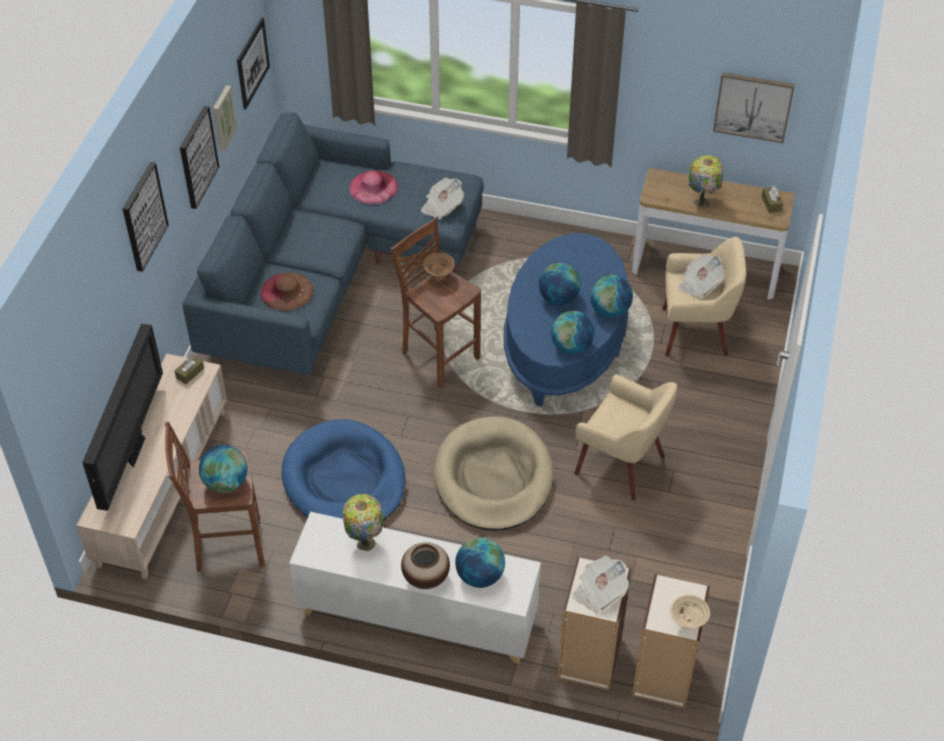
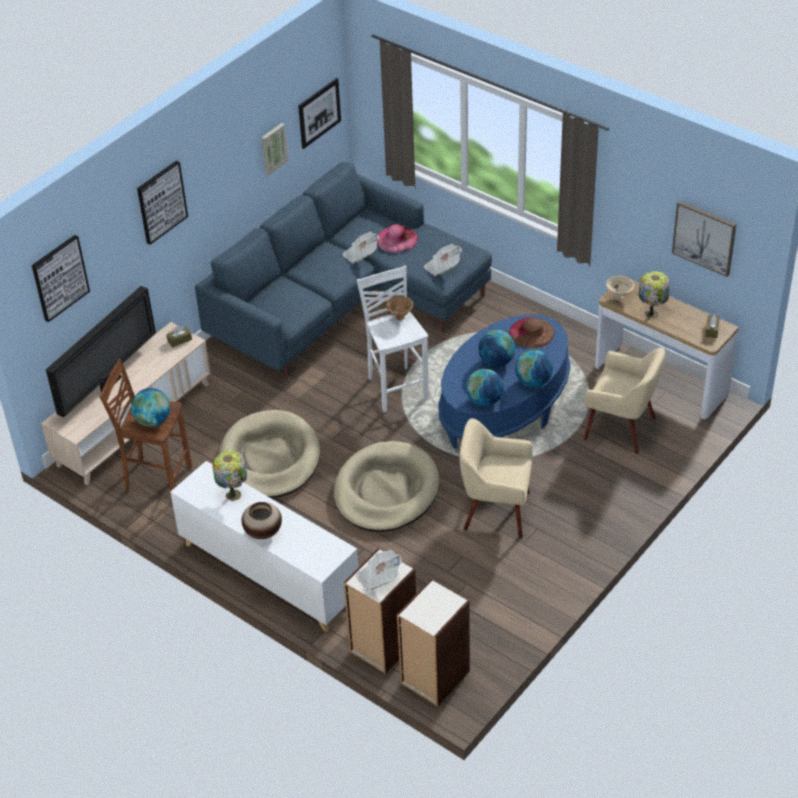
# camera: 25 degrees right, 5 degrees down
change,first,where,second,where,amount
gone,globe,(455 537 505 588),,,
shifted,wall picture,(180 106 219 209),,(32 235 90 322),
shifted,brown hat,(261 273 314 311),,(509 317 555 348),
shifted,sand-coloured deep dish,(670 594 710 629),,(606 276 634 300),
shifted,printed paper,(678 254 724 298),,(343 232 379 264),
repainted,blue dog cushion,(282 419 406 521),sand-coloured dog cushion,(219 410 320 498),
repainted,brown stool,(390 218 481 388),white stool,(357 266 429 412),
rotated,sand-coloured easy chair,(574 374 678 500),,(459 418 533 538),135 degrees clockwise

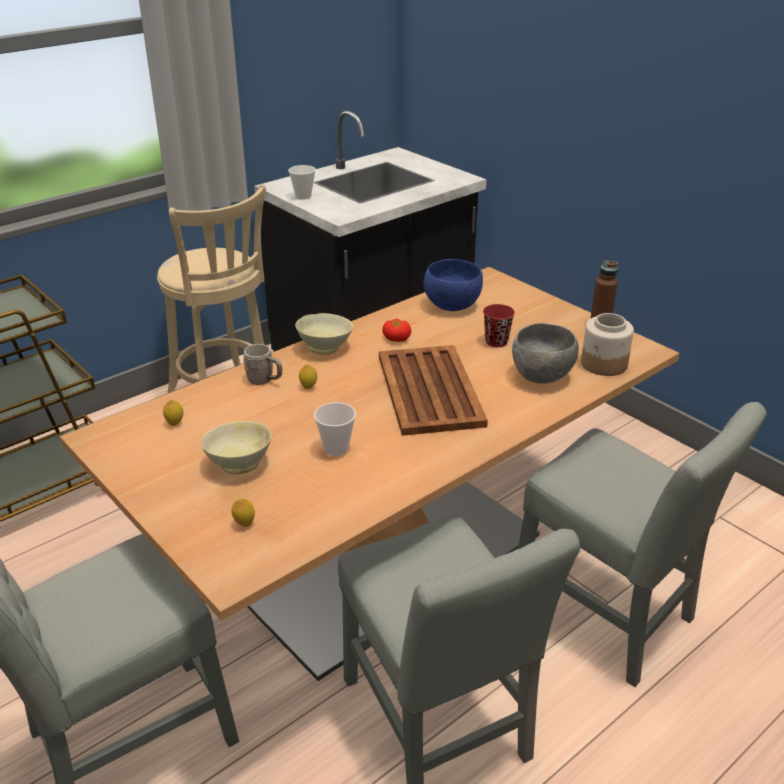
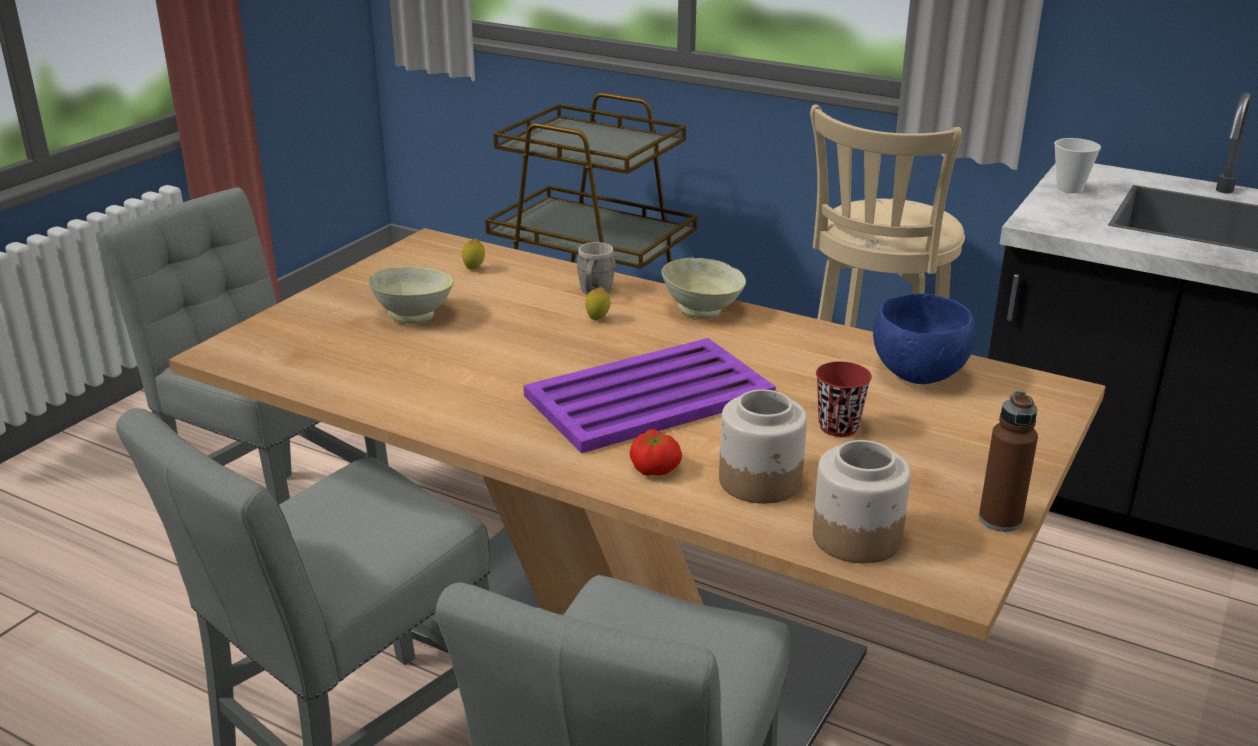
# camera: 70 degrees right, 5 degrees down
change,first,where,second,where,amount
gone,citrus fruit,(232 499 255 527),,,
gone,small cup,(314 402 356 456),,,
shifted,fresh tomato,(382 319 411 342),,(630 429 682 476),
swapped,grey deep dish,(512 323 579 384),jar,(719 389 807 504),
repainted,brown tray,(379 345 488 436),purple tray,(524 338 776 453),

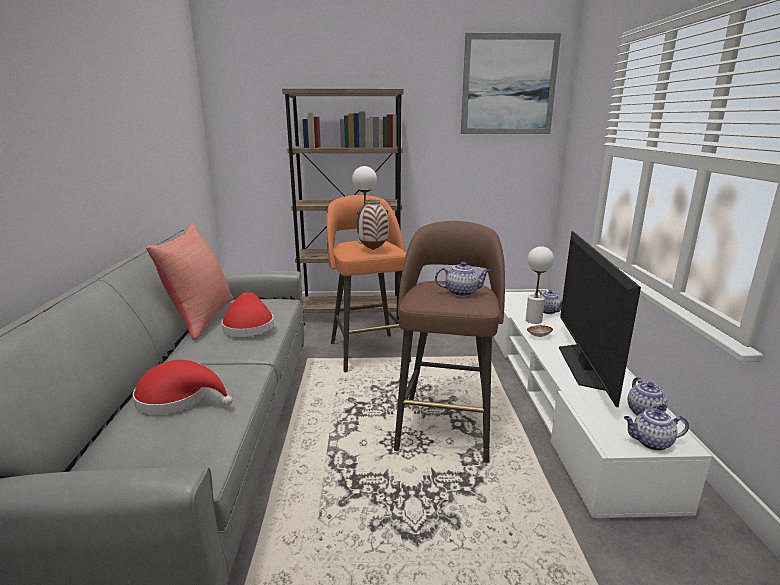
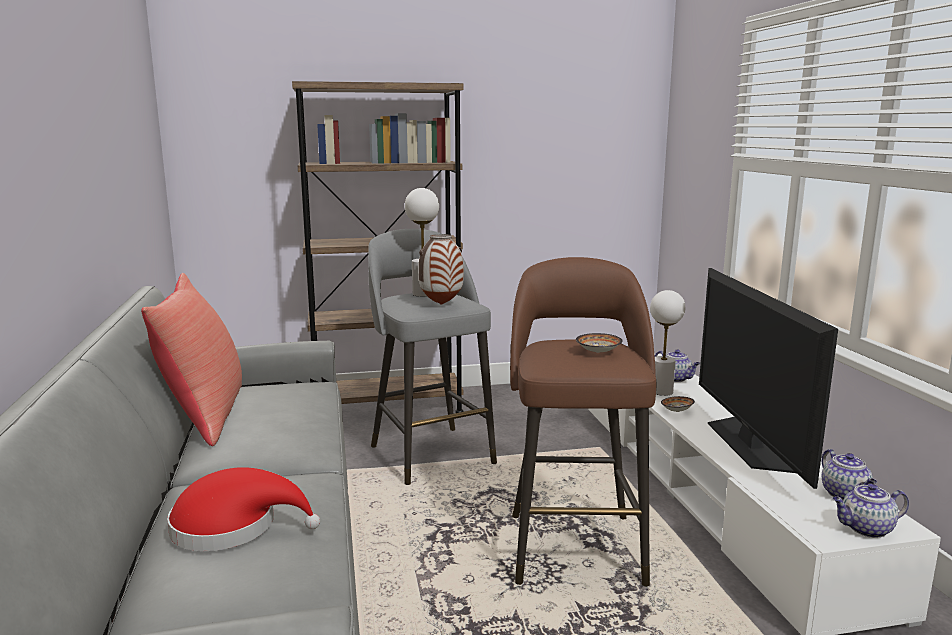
# camera: 10 degrees left, 5 degrees down
change,first,where,second,where,amount
gone,red hat,(221 292 274 337),,,
gone,wall picture,(461 33 561 134),,,
swapped,tea pot,(435 262 490 297),deep dish,(576 333 622 353),
repainted,orangey stool,(327 195 411 372),grey stool,(368 229 497 485),

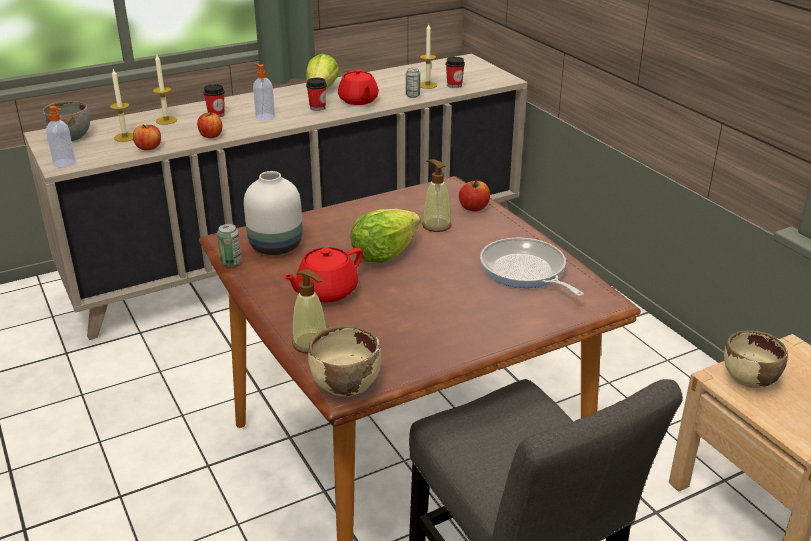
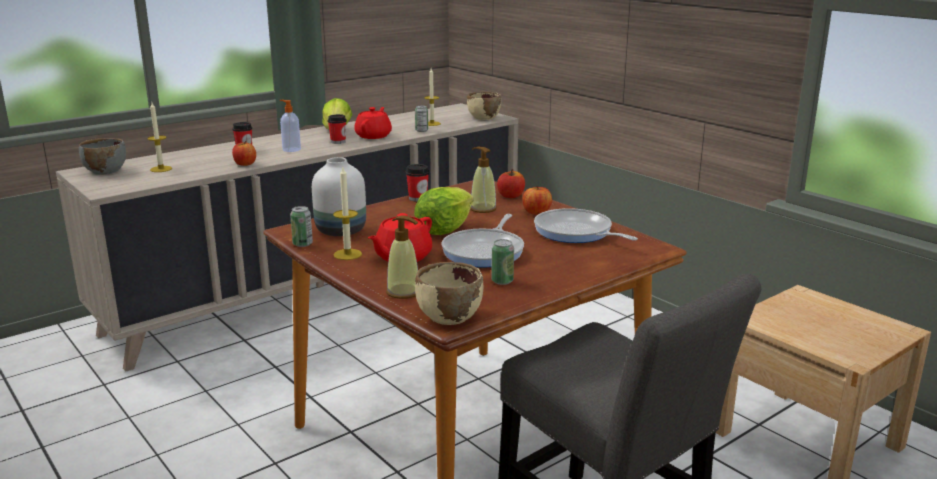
# camera: 10 degrees left, 10 degrees down
change,first,where,second,where,amount
gone,soap bottle,(46 106 76 167),,,
new,,,frying pan,(441 214 524 268),
new,,,sealed can,(491 239 514 285),
shifted,apple,(133 125 161 150),,(523 186 552 215),
shifted,wax candle,(153 55 177 125),,(333 167 362 260),
shifted,small cup,(446 57 465 88),,(406 164 429 202),
shifted,sand-coloured deep dish,(724 330 788 388),,(467 92 501 120),
rotated,red tea pot,(338 69 379 105),,(354 107 392 139),135 degrees counterclockwise

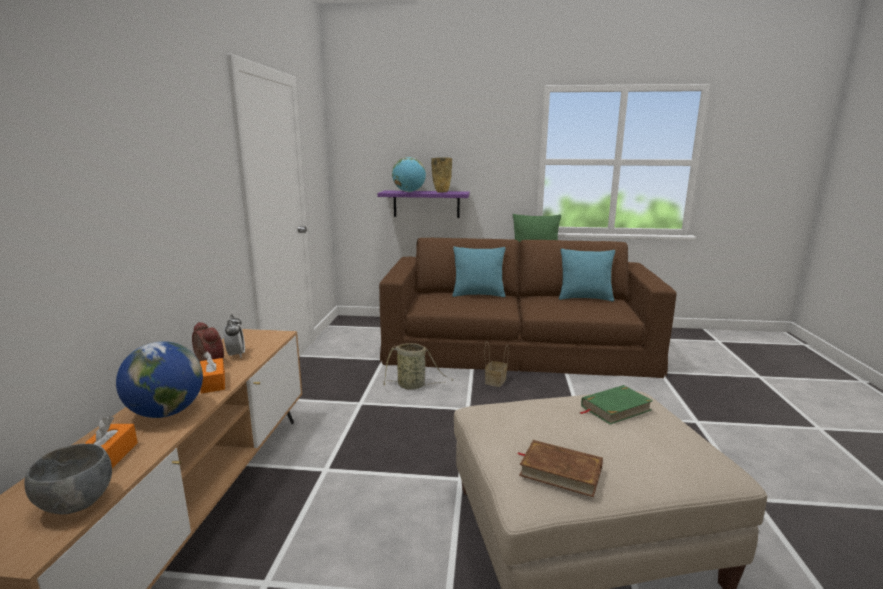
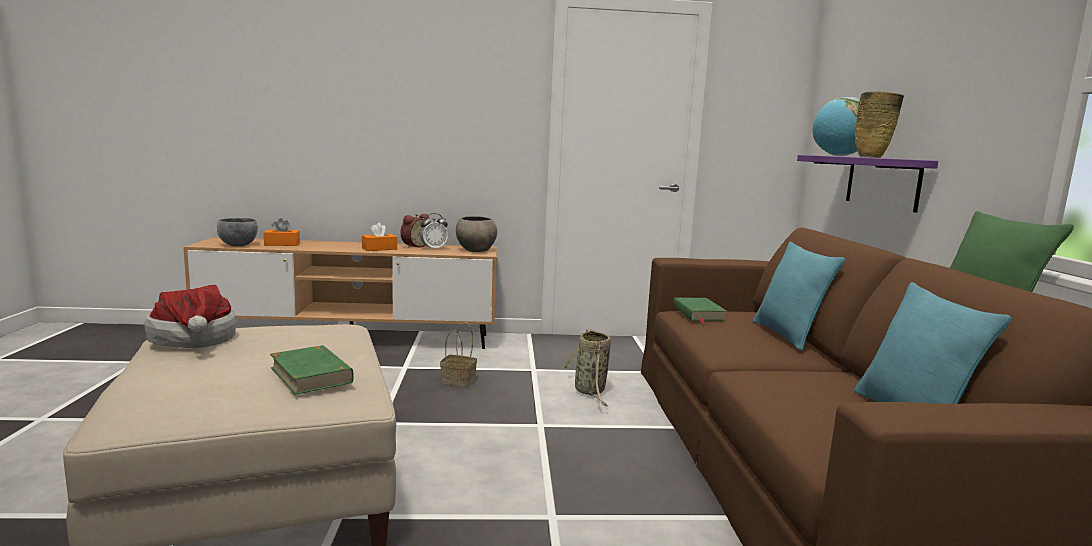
# camera: 80 degrees right, 5 degrees down
change,first,where,second,where,amount
gone,globe,(116 341 203 418),,,
new,,,grey deep dish,(456 216 497 252),
new,,,green book,(673 297 727 324),
shifted,basket,(484 341 509 387),,(440 322 477 387),
swapped,brown book,(517 440 603 497),hat,(144 285 236 348),

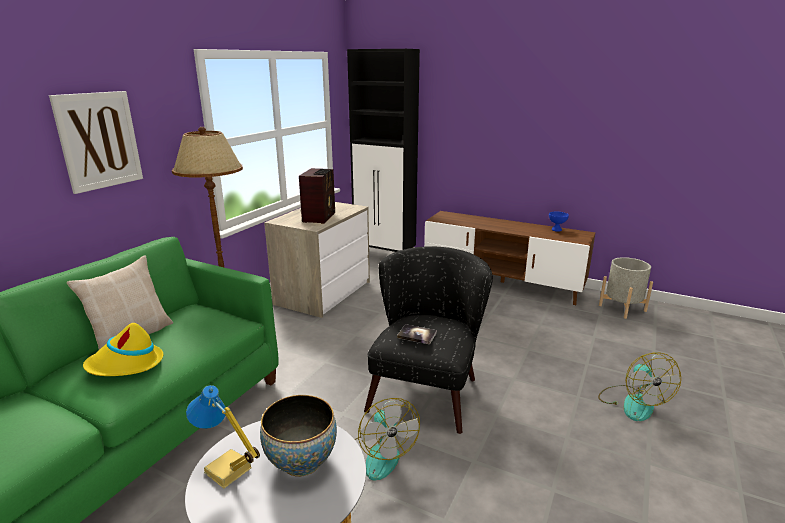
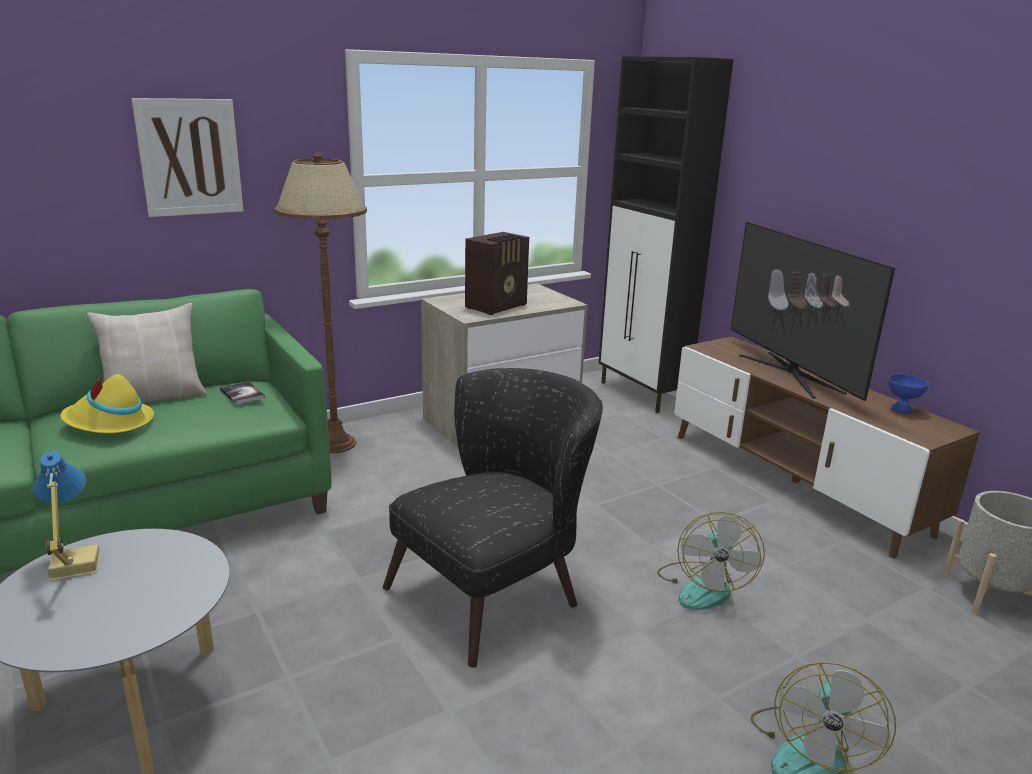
# camera: 30 degrees right, 0 degrees up
change,first,where,second,where,amount
gone,deep dish,(260 395 337 477),,,
new,,,television,(731 222 895 401),
shifted,cooling fan,(355 398 420 481),,(657 512 765 610),
shifted,book,(397 324 437 344),,(220 381 265 405),

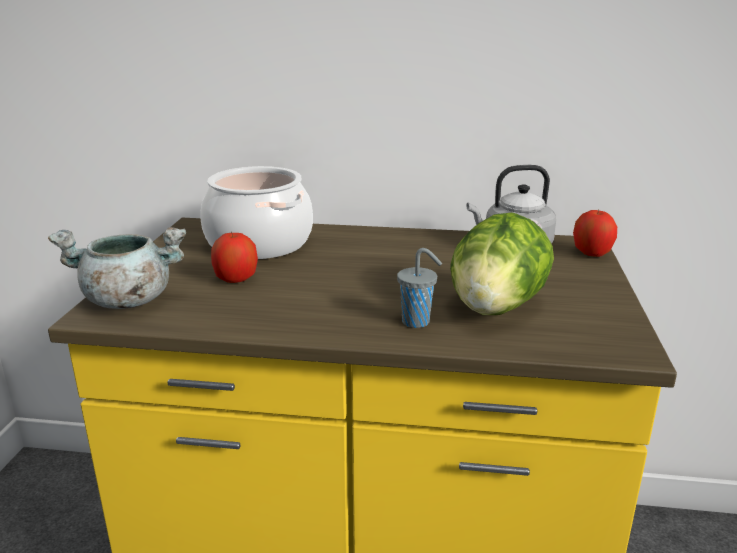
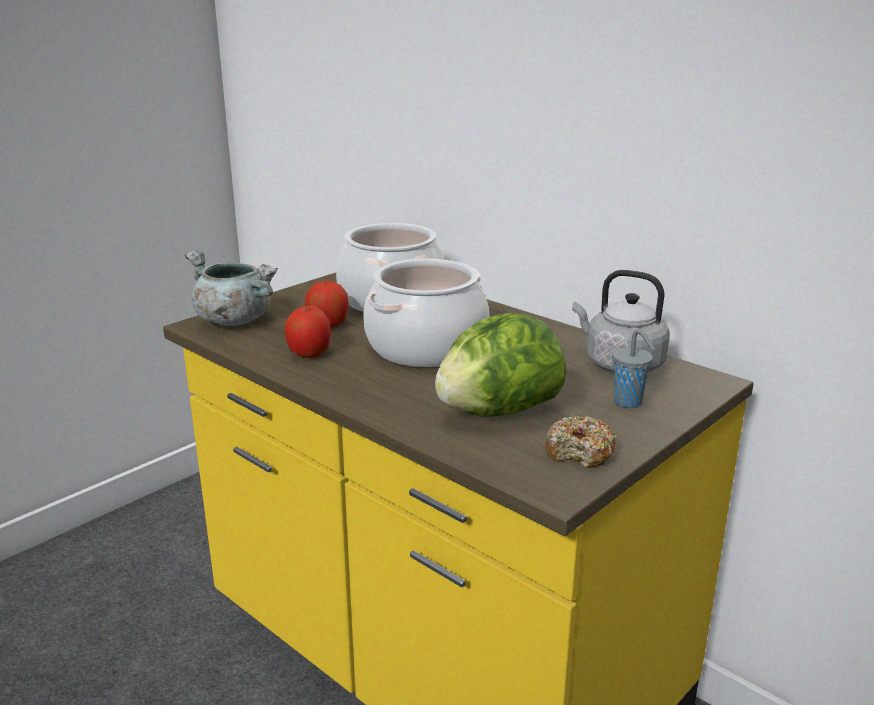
# camera: 35 degrees right, 0 degrees up
change,first,where,second,where,amount
new,,,cooking pot,(364 259 489 367),
new,,,doughnut,(545 415 617 468),
shifted,grey small cup,(397 248 442 328),,(612 329 655 408),
shifted,apple,(573 209 617 257),,(285 306 331 358),

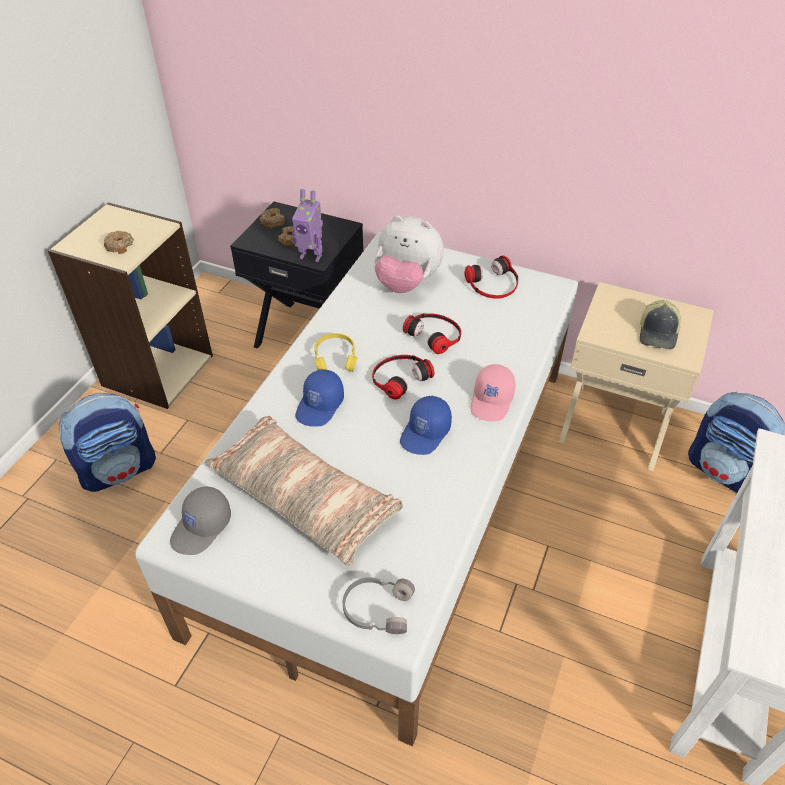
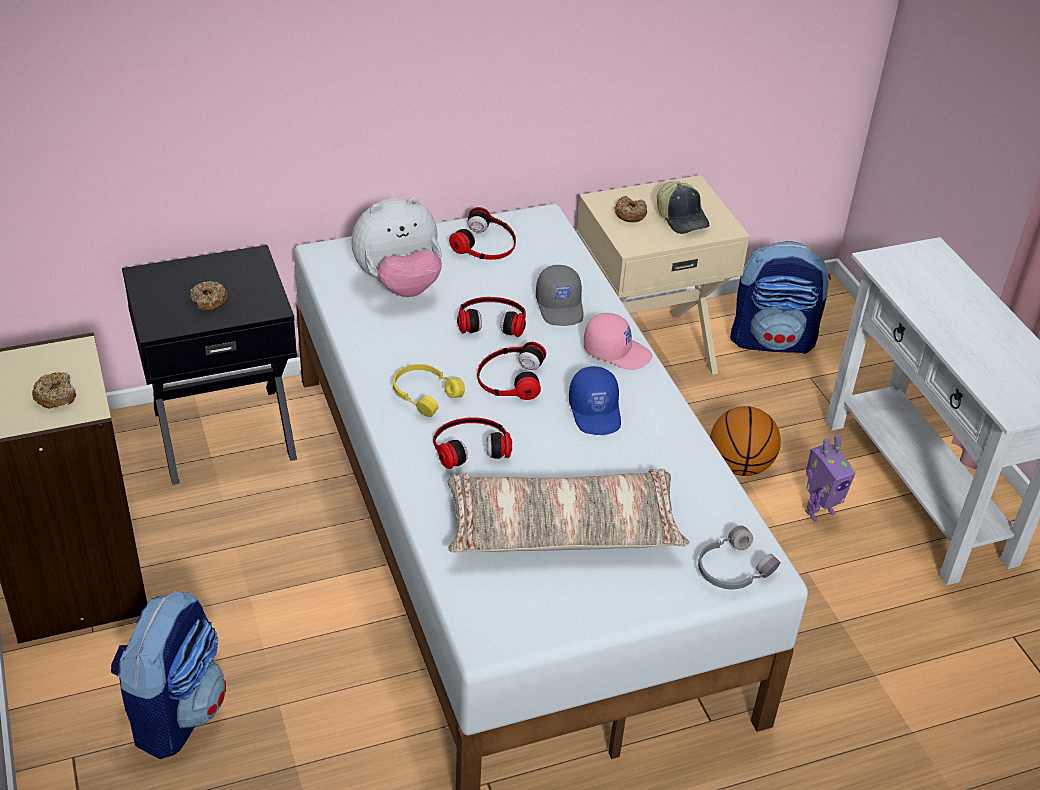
# camera: 45 degrees left, 5 degrees down
change,first,where,second,where,amount
new,,,basketball,(710 406 781 476),
shifted,grey cap,(170 486 231 555),,(536 265 584 326),
shifted,doughnut,(260 208 285 228),,(614 196 647 222),
shifted,robot figure,(292 189 323 262),,(805 434 856 522),
swapped,blue cap,(295 369 344 426),headset,(433 417 512 469),
rotated,pinkish cap,(471 364 516 421),,(584 313 653 370),45 degrees counterclockwise

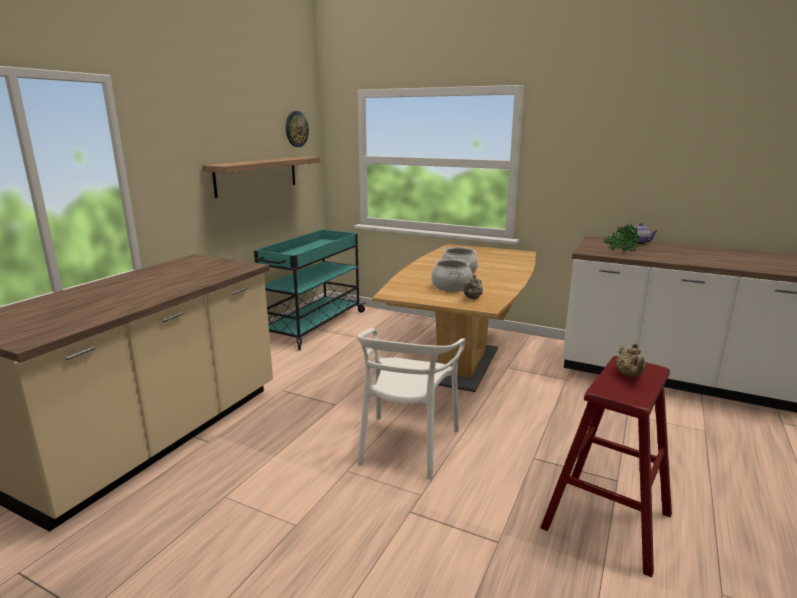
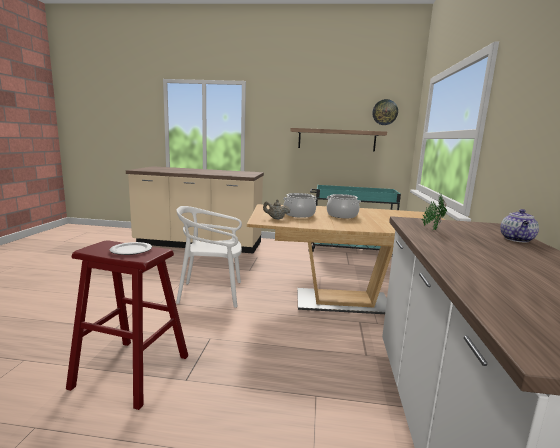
# camera: 70 degrees right, 5 degrees down
change,first,where,second,where,amount
swapped,sand-coloured tea pot,(616 343 646 377),plate,(110 242 152 255),

